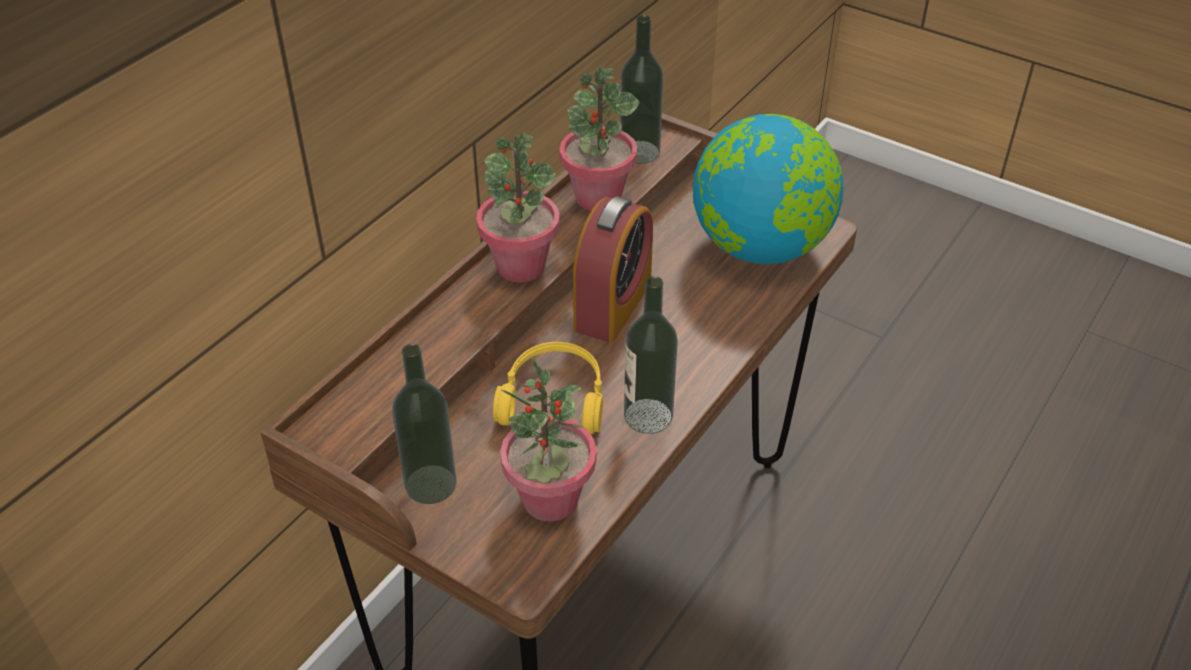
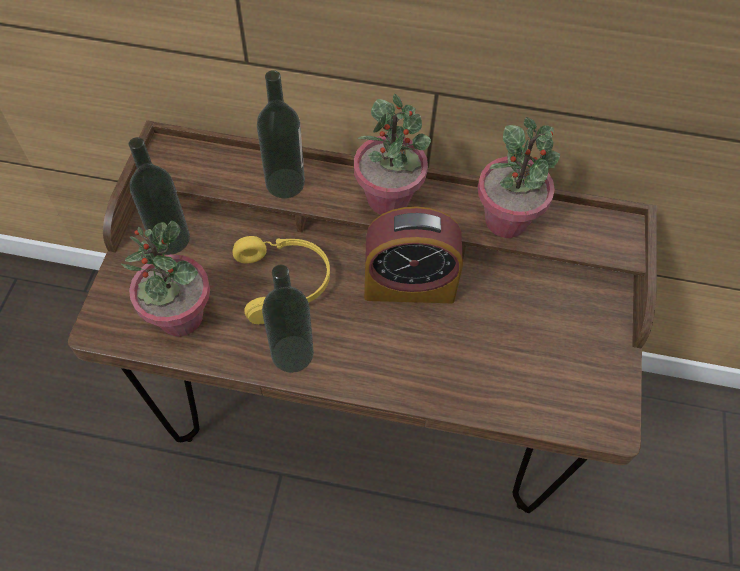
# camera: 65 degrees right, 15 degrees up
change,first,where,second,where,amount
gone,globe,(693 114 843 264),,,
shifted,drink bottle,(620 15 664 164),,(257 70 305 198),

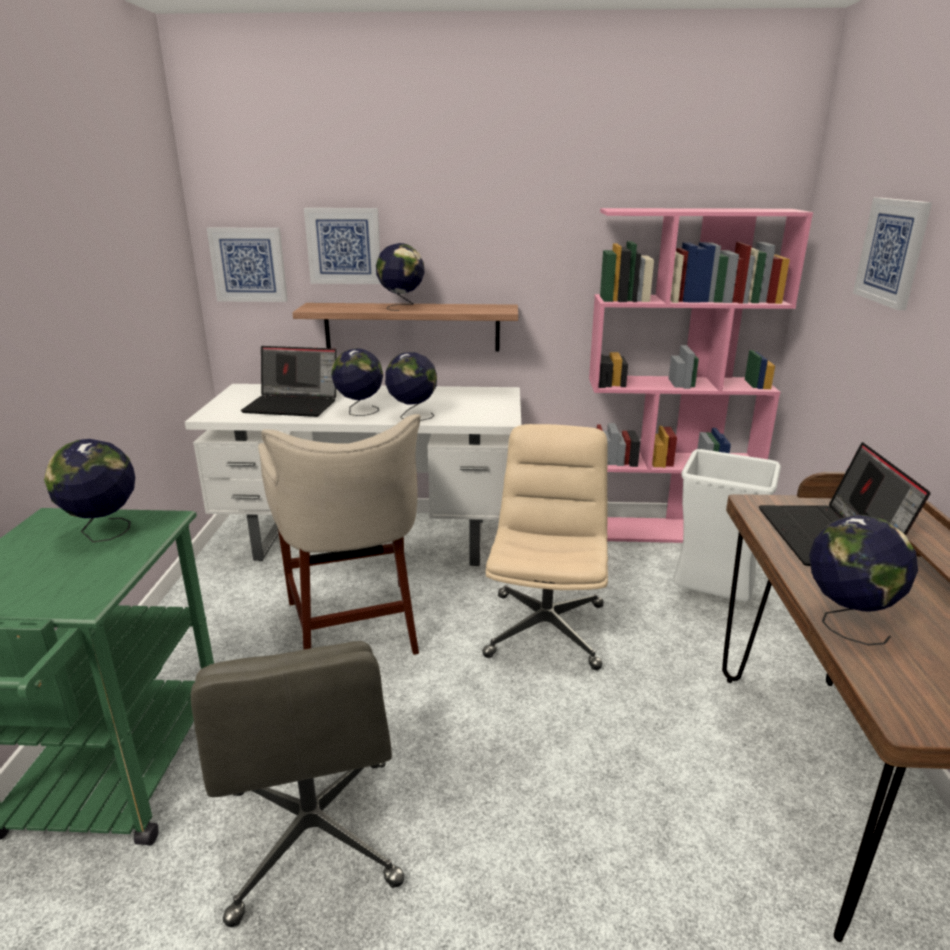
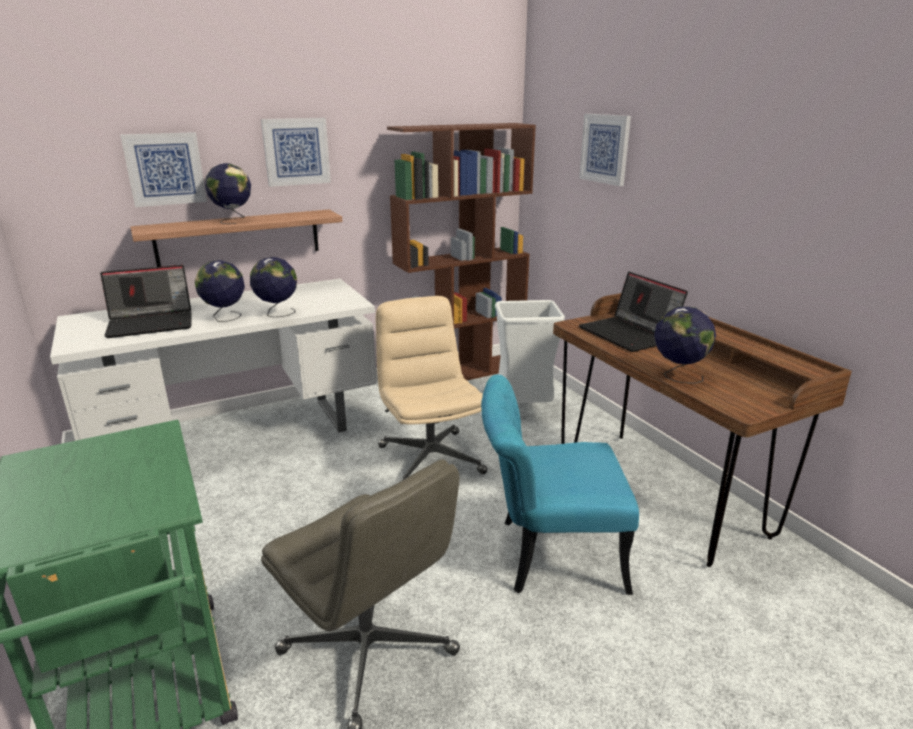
# camera: 30 degrees left, 0 degrees up
change,first,where,second,where,amount
gone,globe,(44 439 135 542),,,
gone,sand-coloured stool,(258 414 421 655),,,
new,,,turquoise plain chair,(481 374 639 595),
shifted,wall picture,(207 228 288 302),,(261 118 331 187),
repainted,pinkish shelving unit,(589 208 813 543),brown shelving unit,(387 123 536 380),

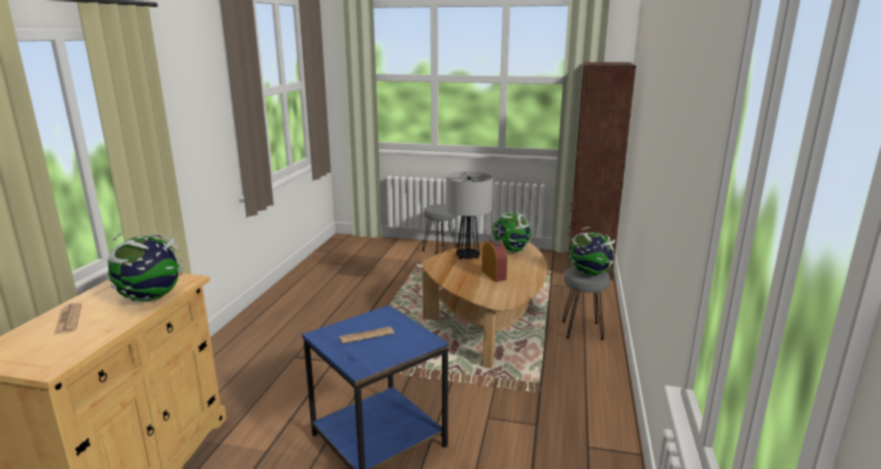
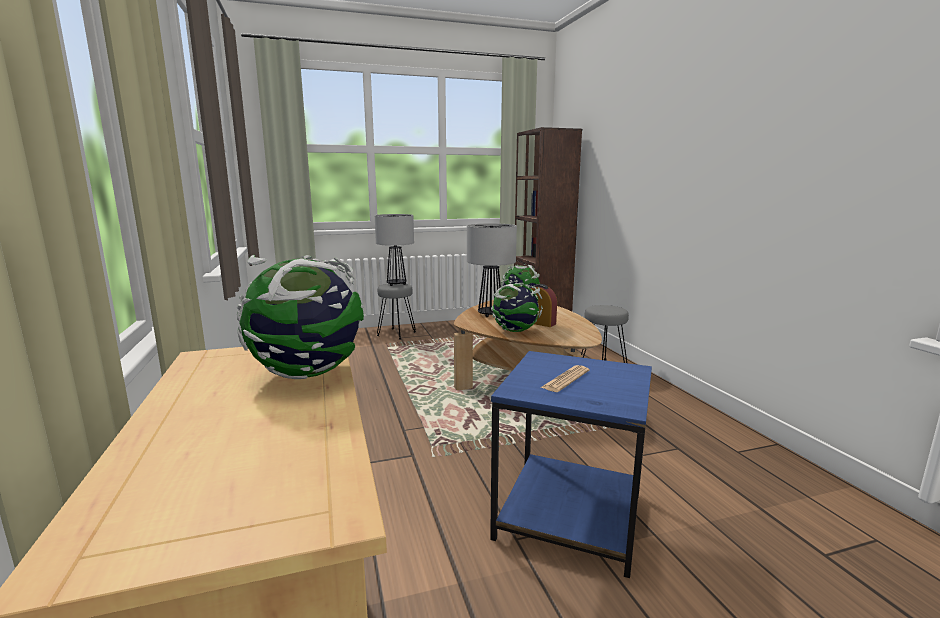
# camera: 30 degrees left, 5 degrees down
change,first,where,second,where,amount
gone,printed paper,(54 303 82 335),,,
new,,,tabletop lamp,(375 214 414 286),
shifted,globe,(569 227 617 276),,(491 279 543 332),

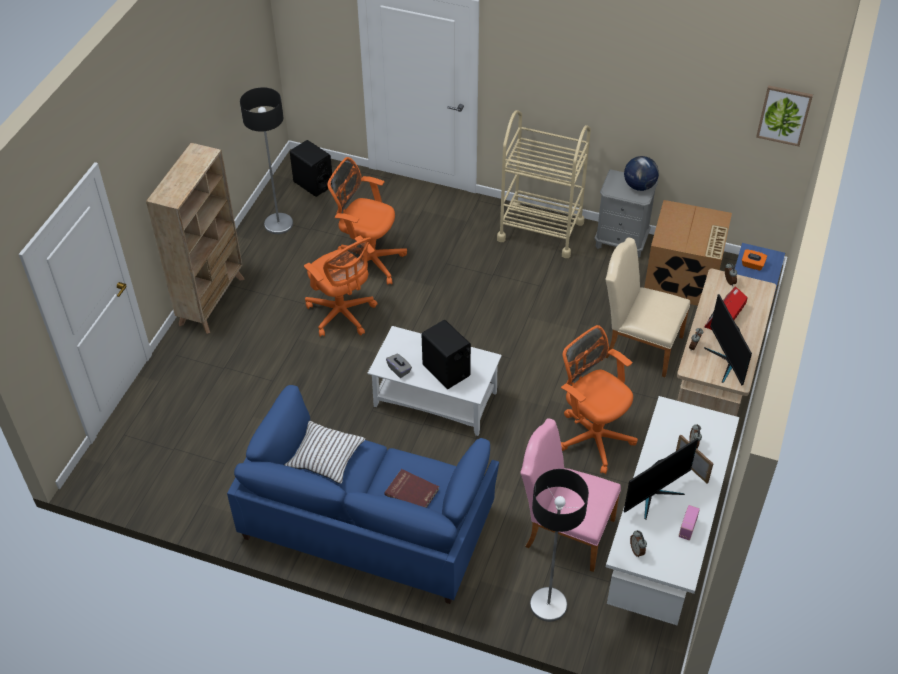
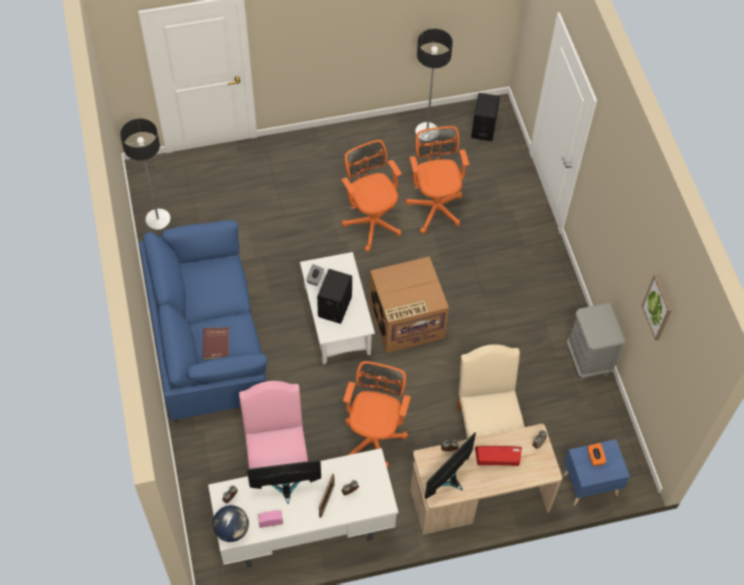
# camera: 55 degrees right, 10 degrees up
change,first,where,second,where,amount
gone,sand-coloured shelving unit,(146 143 245 334),,,
gone,white cushion,(285 421 365 484),,,
gone,sand-coloured wheeled cart,(497 110 591 258),,,
shifted,floor lamp,(530 469 589 622),,(120 119 171 231),
shifted,globe,(624 156 659 191),,(212 505 249 542),
shifted,cardboard box,(644 200 732 306),,(369 256 449 353),
shifted,wall picture,(756 85 813 147),,(642 275 672 341),
rotated,orangey office chair,(304 236 378 337),,(341 140 402 252),135 degrees clockwise
rotated,computer display,(624 438 698 520),,(247 460 321 504),150 degrees clockwise

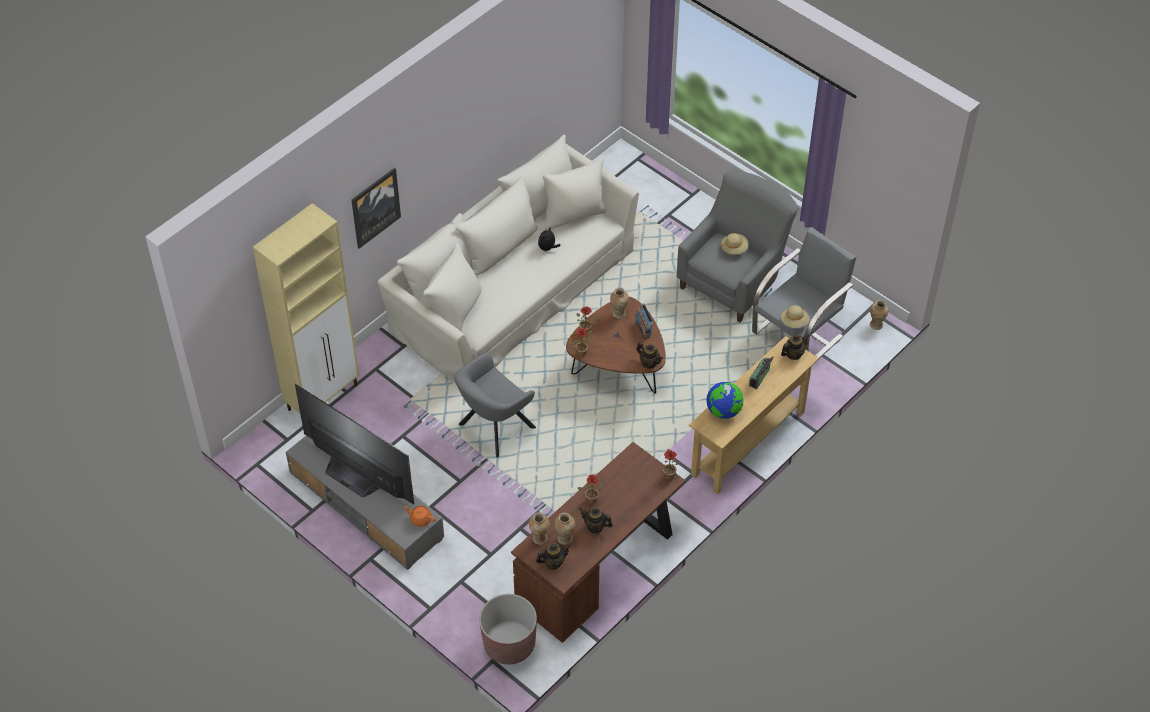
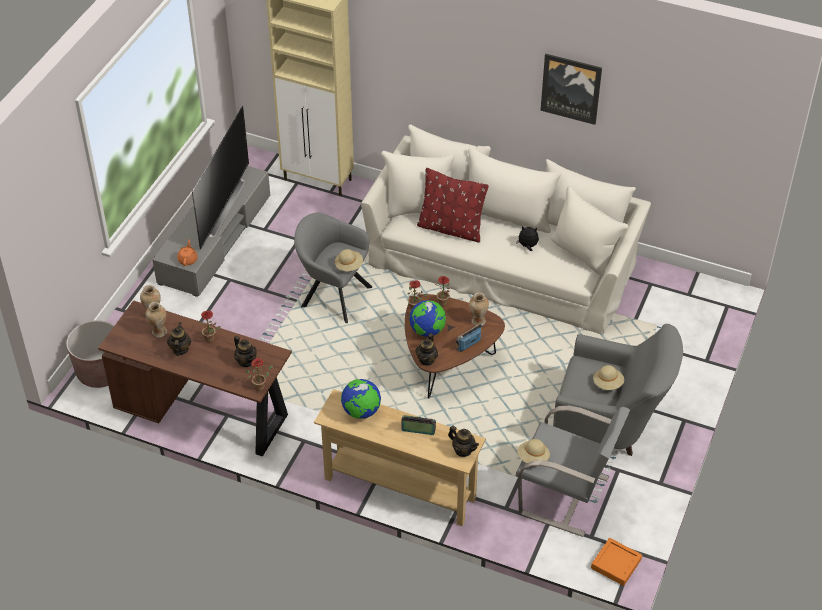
# camera: 70 degrees right, 5 degrees down
change,first,where,second,where,amount
new,,,sand-coloured hat,(335 249 363 271),
new,,,globe,(409 300 446 337),
new,,,red cushion,(417 168 489 243),
shifted,wall picture,(351 168 401 249),,(540 54 602 125),
shifted,tea pot,(536 543 571 569),,(234 335 257 367),
swapped,flower vase,(870 300 889 330),orangey tray,(591 538 642 586),

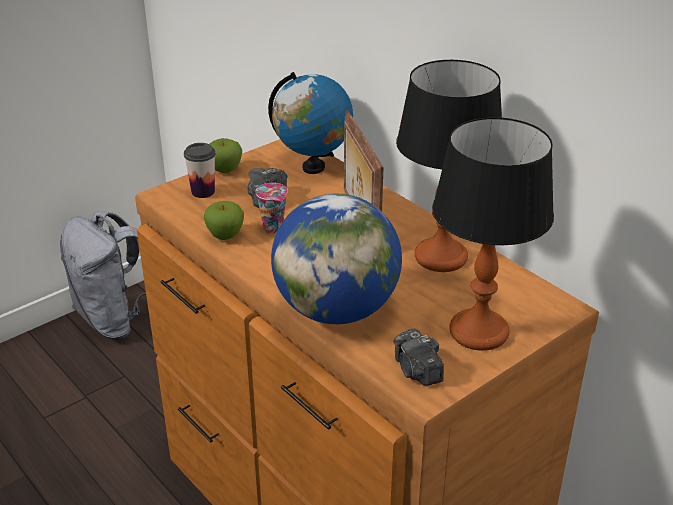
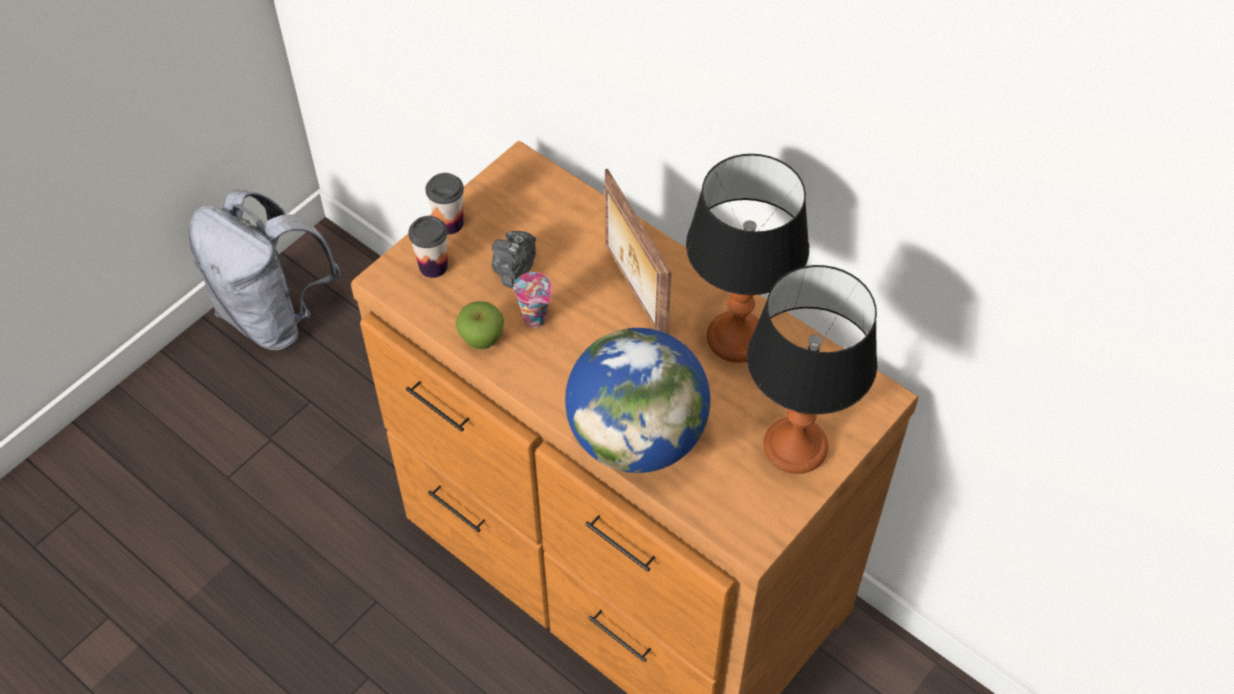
# camera: 10 degrees left, 20 degrees up
change,first,where,second,where,amount
gone,globe,(268 72 353 174),,,
gone,photo camera,(393 329 444 386),,,
swapped,apple,(210 138 242 173),small cup,(426 173 464 235),

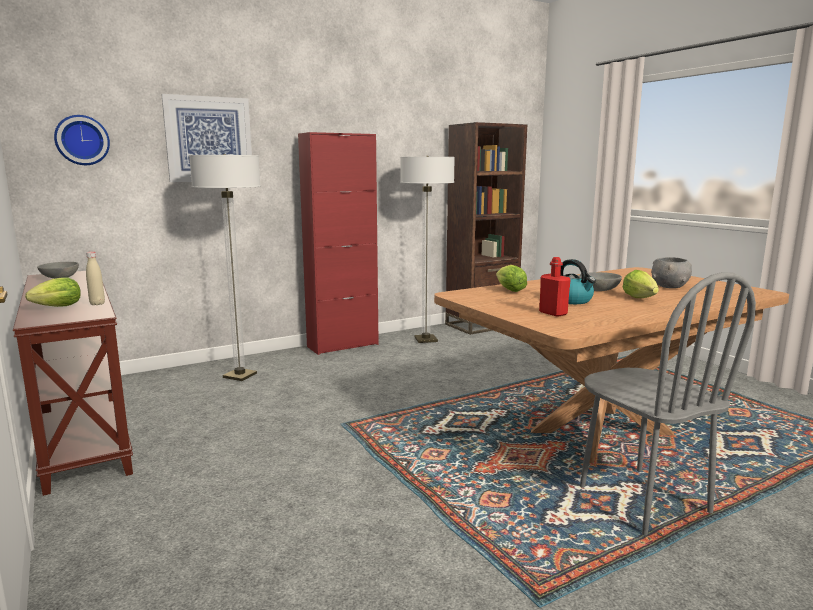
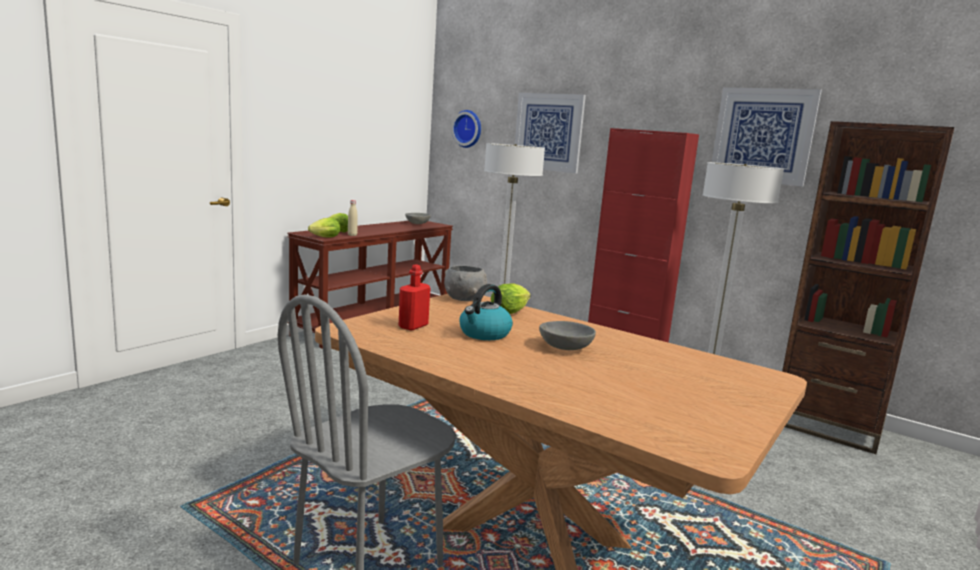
# camera: 65 degrees right, 0 degrees up
change,first,where,second,where,amount
new,,,wall picture,(712 87 822 186),
shifted,lettuce head,(623 270 659 298),,(308 218 340 238),
shifted,grey deep dish,(651 257 692 288),,(444 265 487 301),

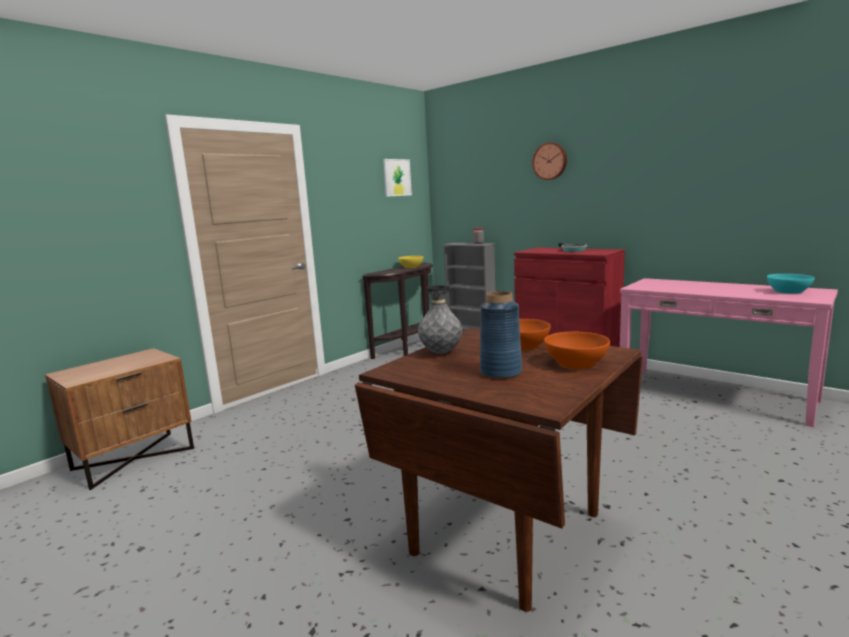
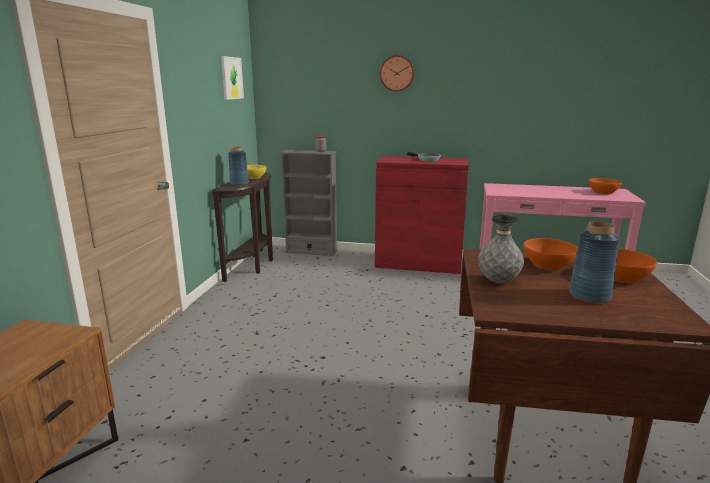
# camera: 30 degrees left, 5 degrees up
change,first,where,second,where,amount
new,,,blue flower vase,(228 146 249 185),
repainted,turquoise deep dish,(767 274 815 294),orangey deep dish,(589 178 622 194),

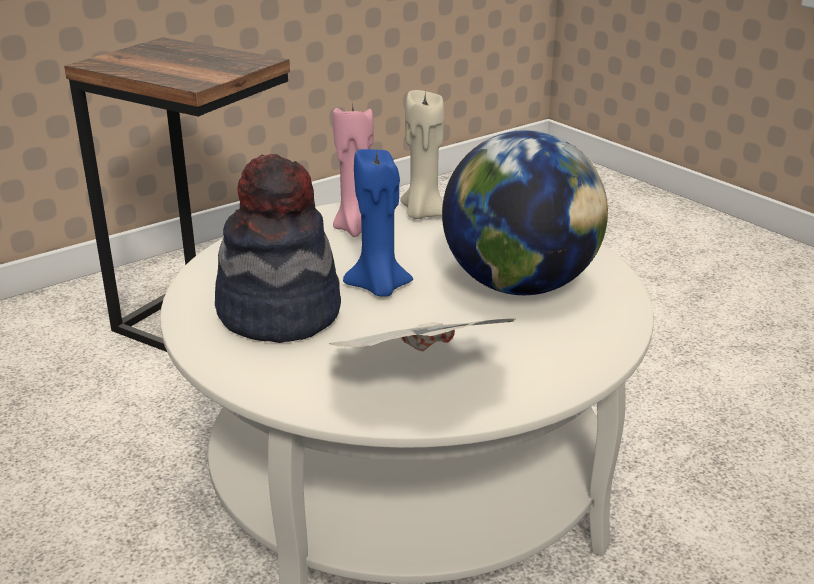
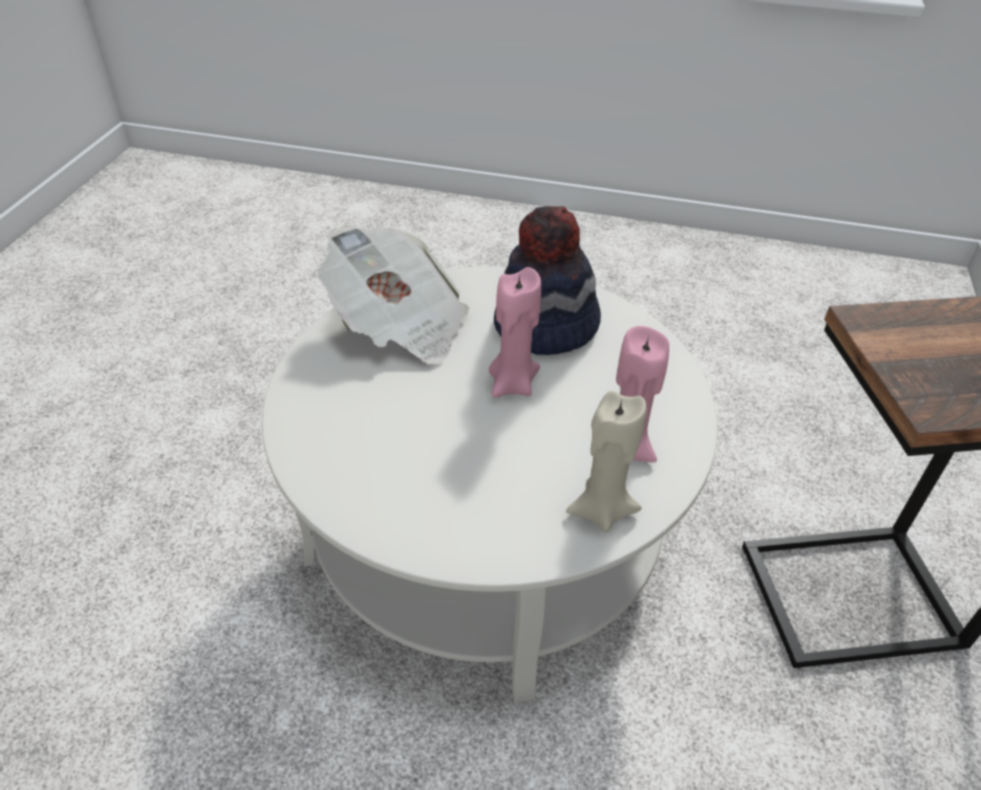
# camera: 140 degrees right, 15 degrees up
change,first,where,second,where,amount
gone,globe,(442 130 608 295),,,
repainted,blue wax candle,(343 149 413 297),pinkish wax candle,(489 267 541 398),

